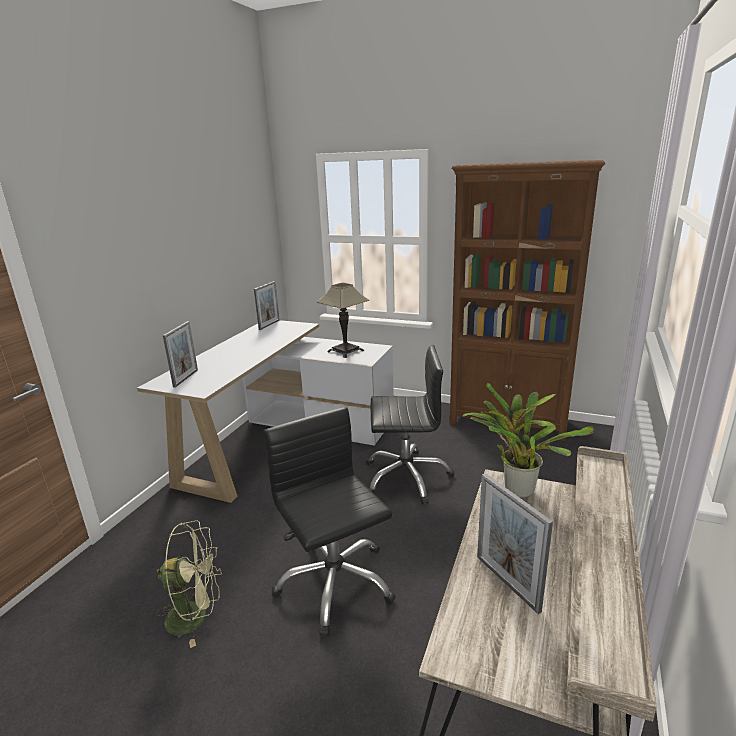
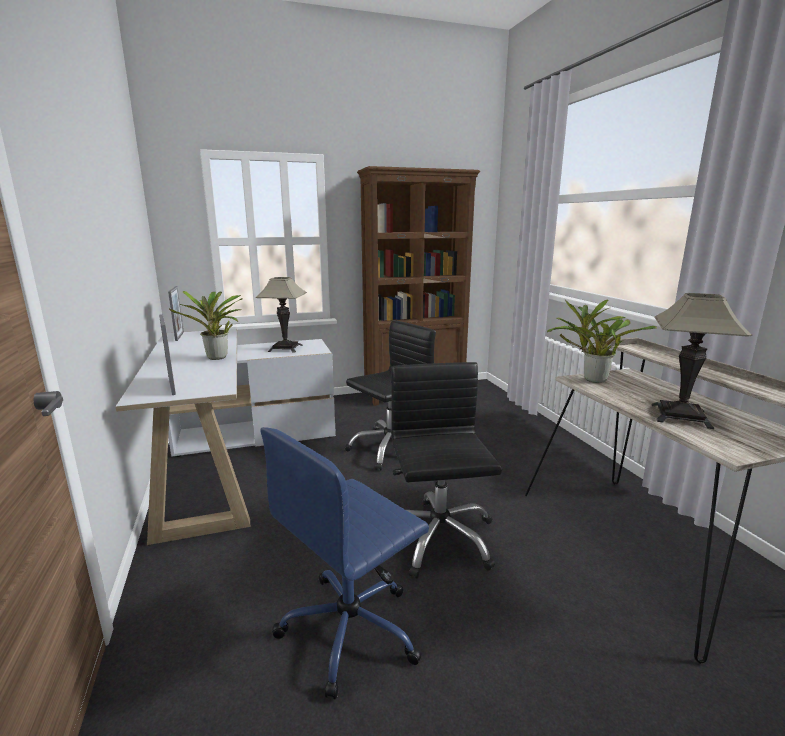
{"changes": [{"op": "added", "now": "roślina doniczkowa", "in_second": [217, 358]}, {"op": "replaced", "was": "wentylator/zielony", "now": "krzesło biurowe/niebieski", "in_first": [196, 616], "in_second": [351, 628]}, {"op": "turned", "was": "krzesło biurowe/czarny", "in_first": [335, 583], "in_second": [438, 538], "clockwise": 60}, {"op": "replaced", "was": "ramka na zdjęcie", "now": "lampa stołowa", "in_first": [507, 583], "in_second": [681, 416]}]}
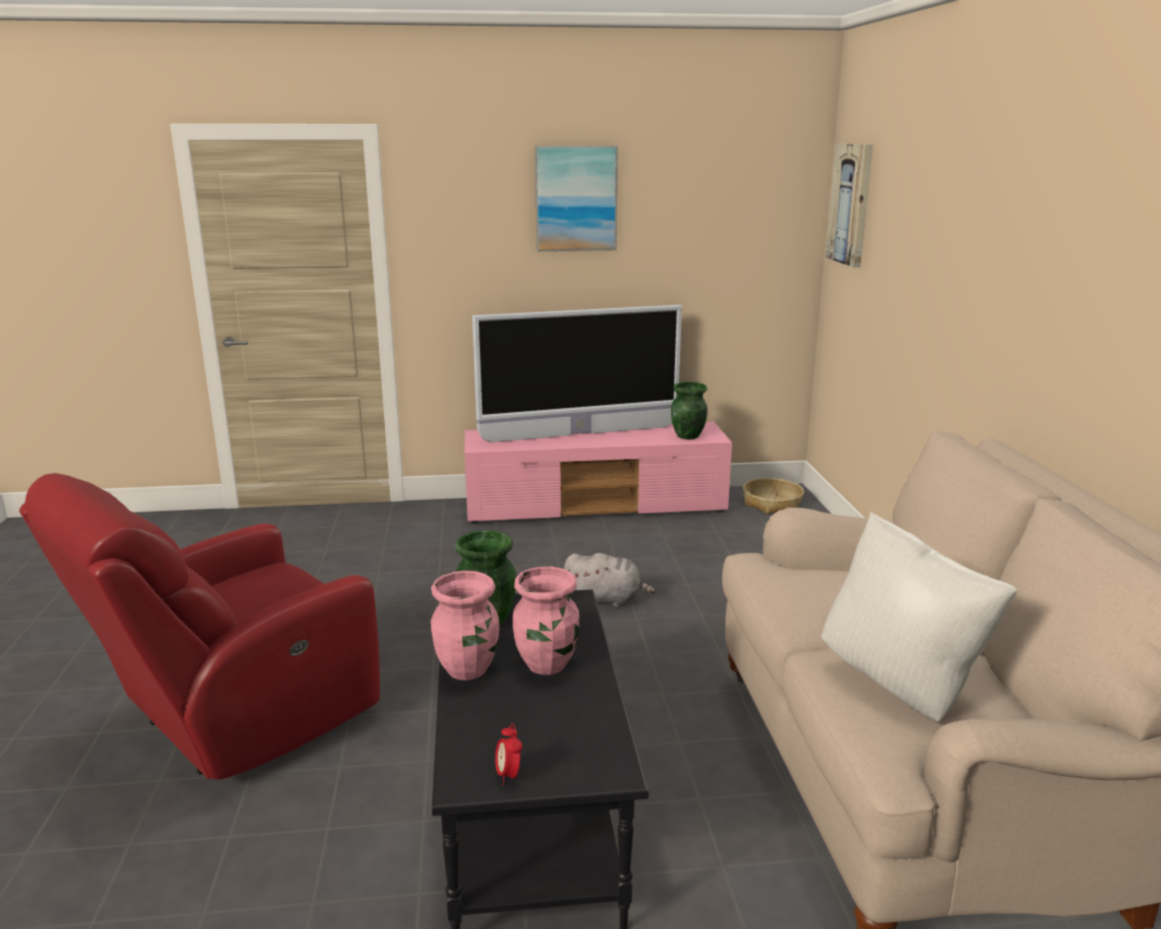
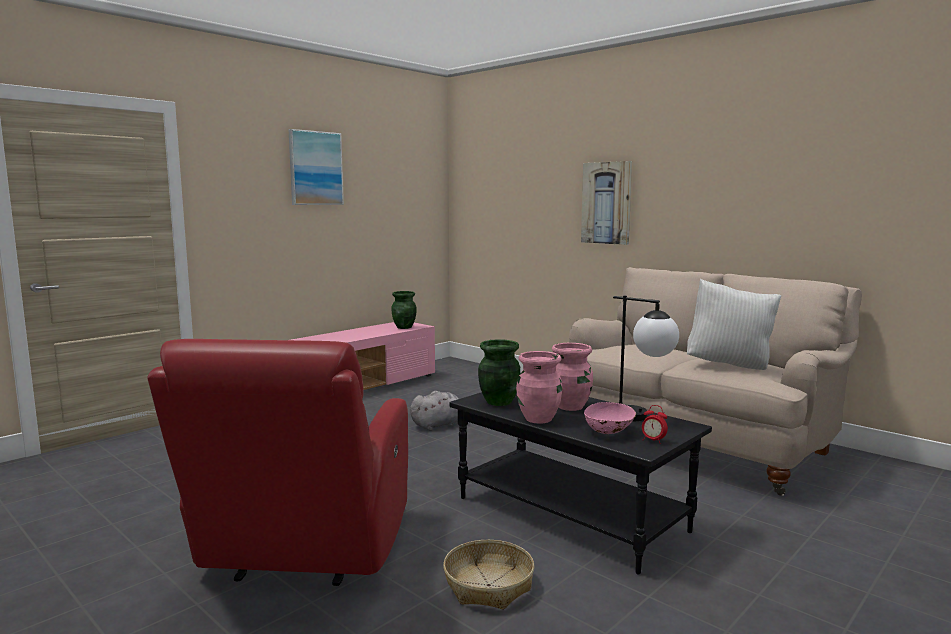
{"changes": [{"op": "moved", "was": "koszyk", "in_first": [772, 504], "in_second": [489, 585]}, {"op": "moved", "was": "obraz", "in_first": [851, 204], "in_second": [606, 203]}, {"op": "added", "now": "miska/różowy", "in_second": [609, 432]}, {"op": "added", "now": "lampa stołowa", "in_second": [642, 419]}, {"op": "removed", "was": "telewizor", "in_first": [580, 434]}]}
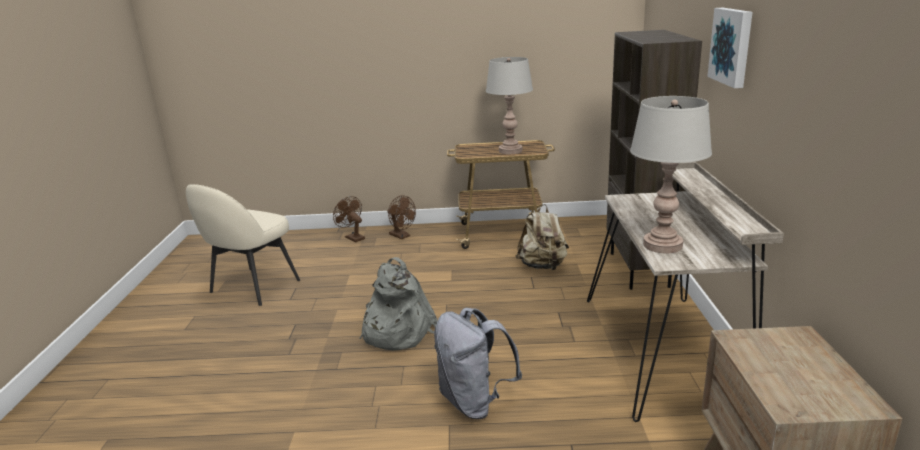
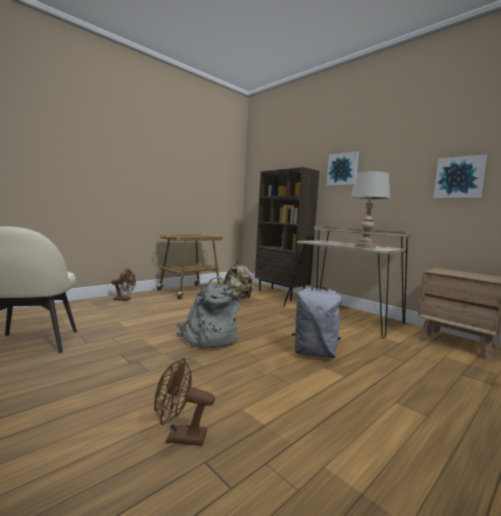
{"changes": [{"op": "moved", "was": "wentylator/brązowy", "in_first": [352, 237], "in_second": [180, 437]}, {"op": "added", "now": "obraz", "in_second": [459, 177]}, {"op": "removed", "was": "lampa stołowa/szary", "in_first": [510, 151]}]}
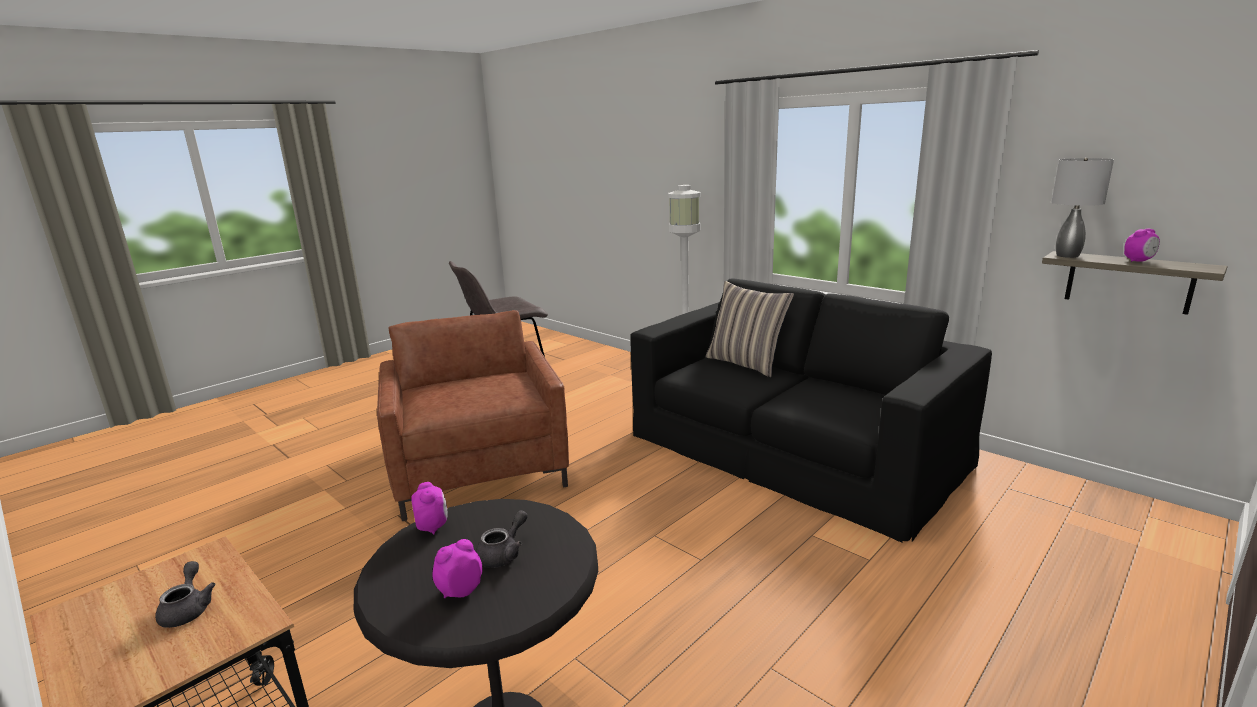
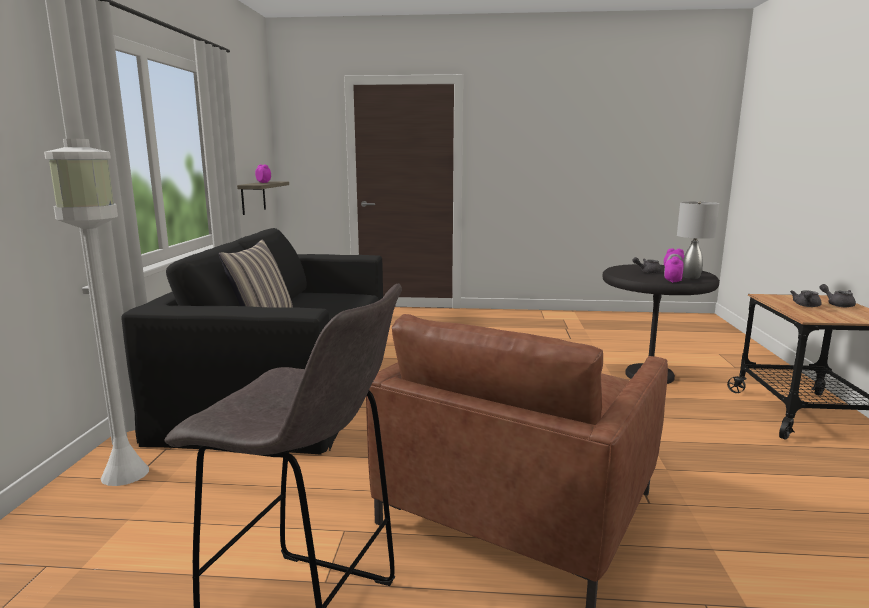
{"changes": [{"op": "moved", "was": "lampa stołowa/szary", "in_first": [1067, 255], "in_second": [691, 277]}, {"op": "added", "now": "imbryk/szary", "in_second": [837, 304]}]}
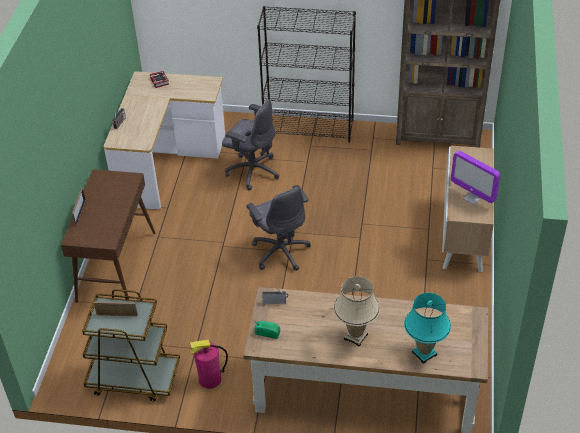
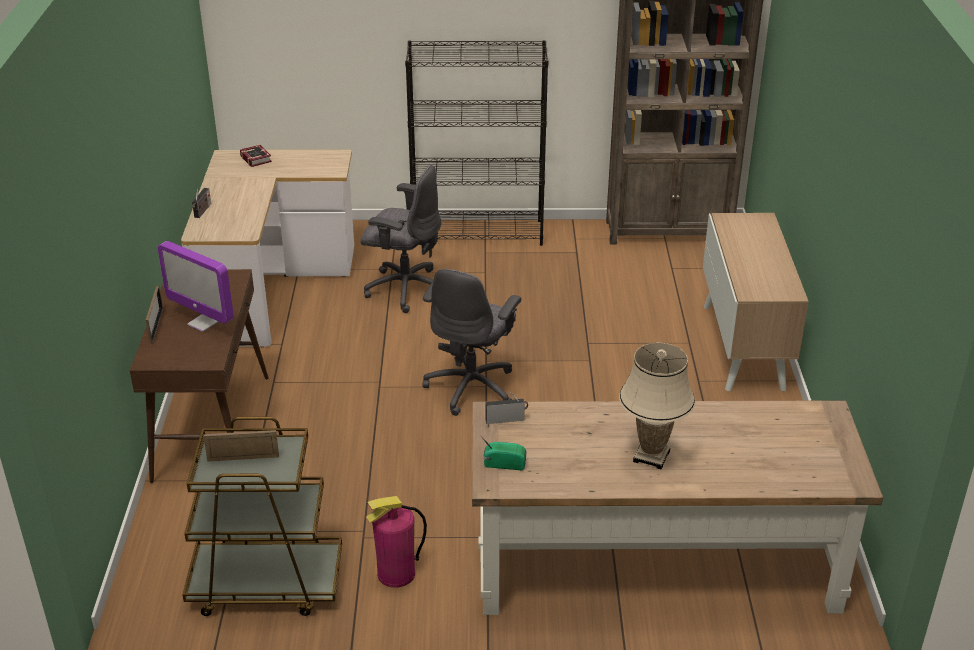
{"changes": [{"op": "moved", "was": "monitor", "in_first": [472, 198], "in_second": [203, 322]}, {"op": "turned", "was": "krzesło biurowe/szary", "in_first": [280, 251], "in_second": [472, 387], "clockwise": 60}, {"op": "removed", "was": "lampa stołowa/turkusowy", "in_first": [424, 353]}]}
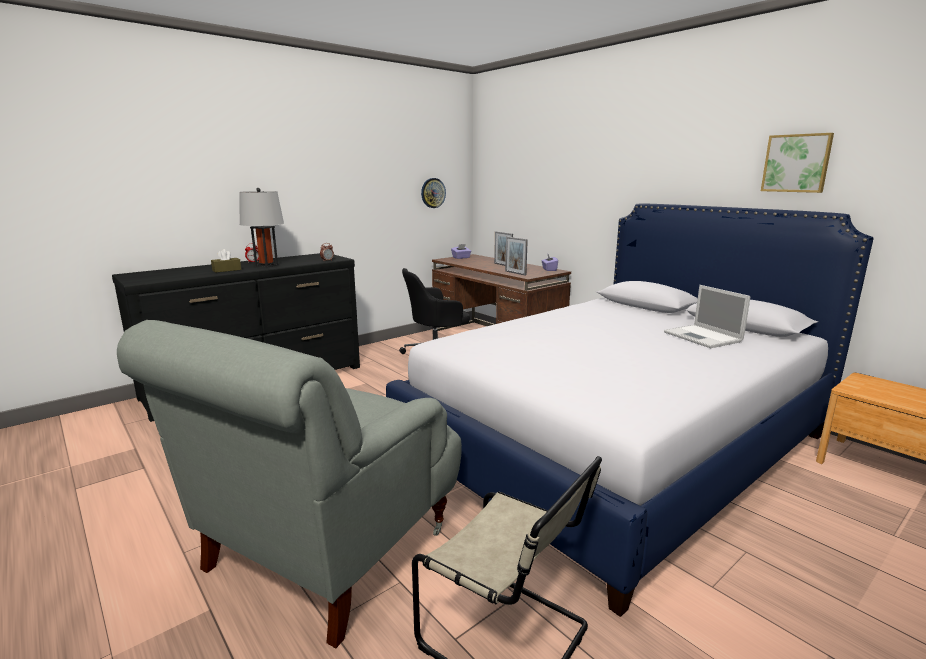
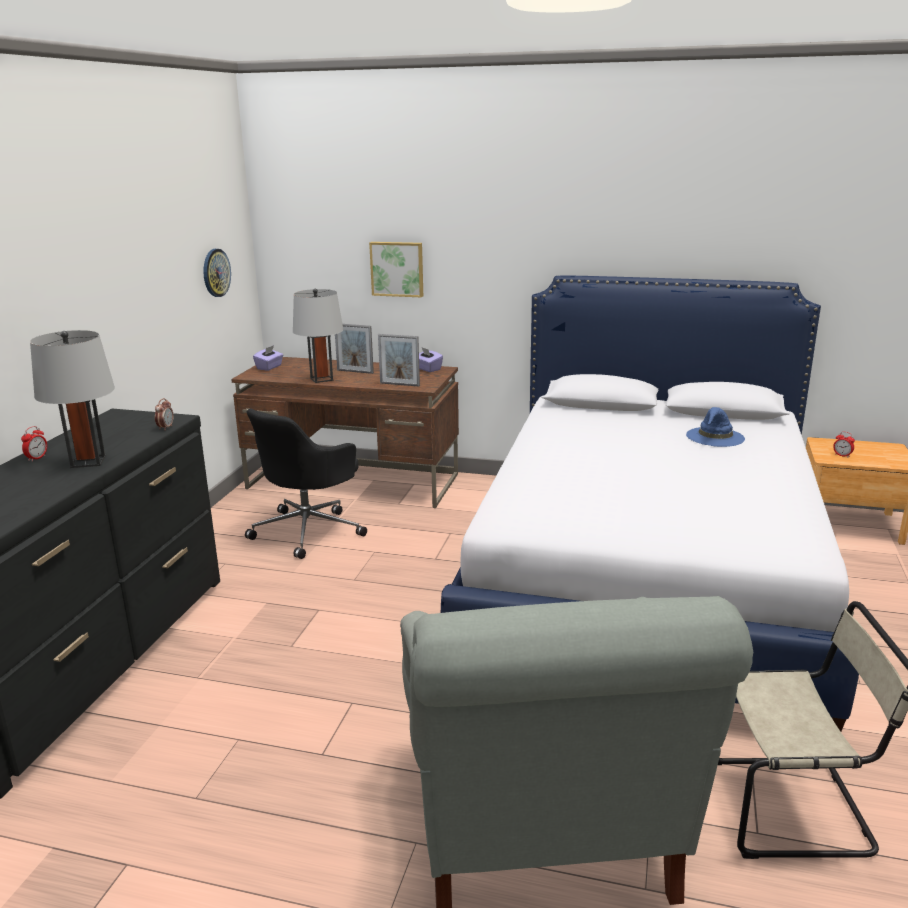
{"changes": [{"op": "added", "now": "lampa stołowa/szary", "in_second": [321, 379]}, {"op": "moved", "was": "obraz", "in_first": [796, 163], "in_second": [397, 269]}, {"op": "replaced", "was": "laptop", "now": "kapelusz/niebieski", "in_first": [703, 337], "in_second": [715, 437]}, {"op": "added", "now": "budzik", "in_second": [842, 455]}, {"op": "removed", "was": "pudełko chusteczek/brązowy", "in_first": [226, 270]}]}
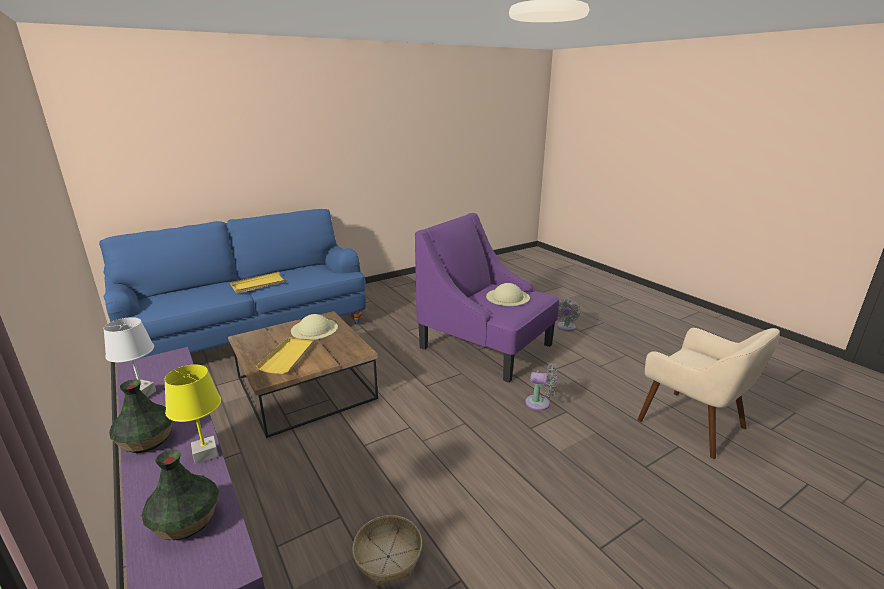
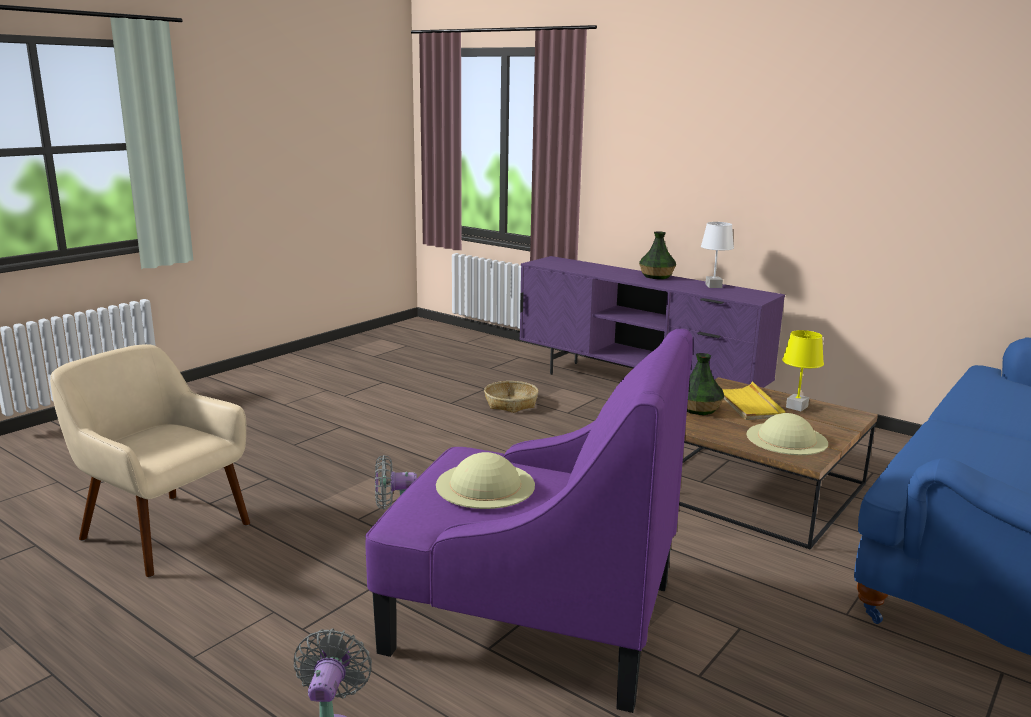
{"changes": [{"op": "moved", "was": "wazon", "in_first": [186, 520], "in_second": [698, 409]}, {"op": "moved", "was": "lampa stołowa/żółty", "in_first": [206, 454], "in_second": [797, 407]}, {"op": "removed", "was": "taca/żółty", "in_first": [258, 284]}]}
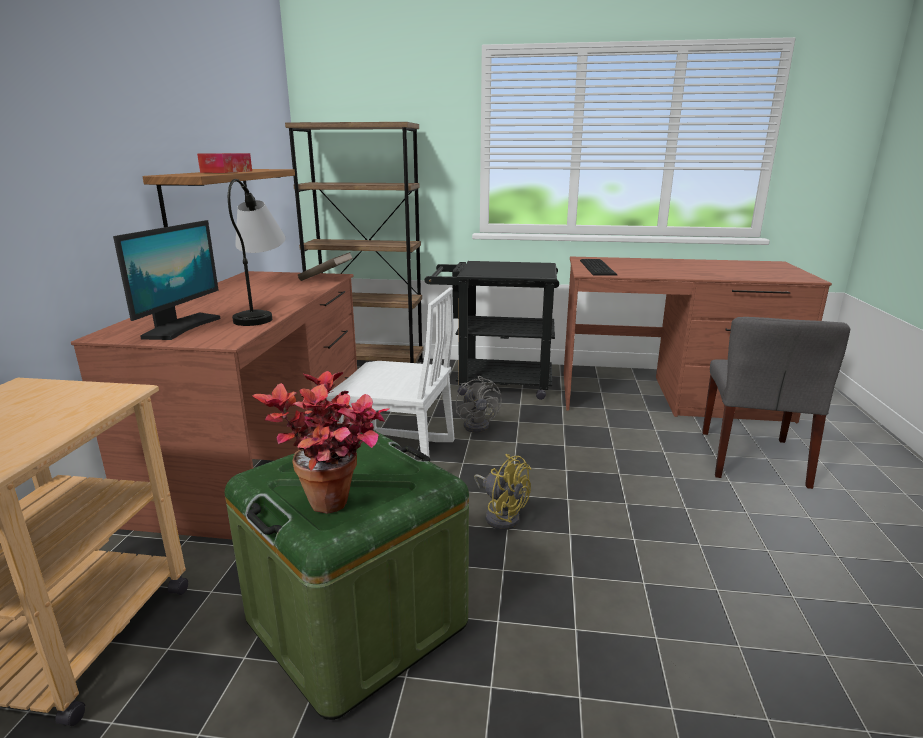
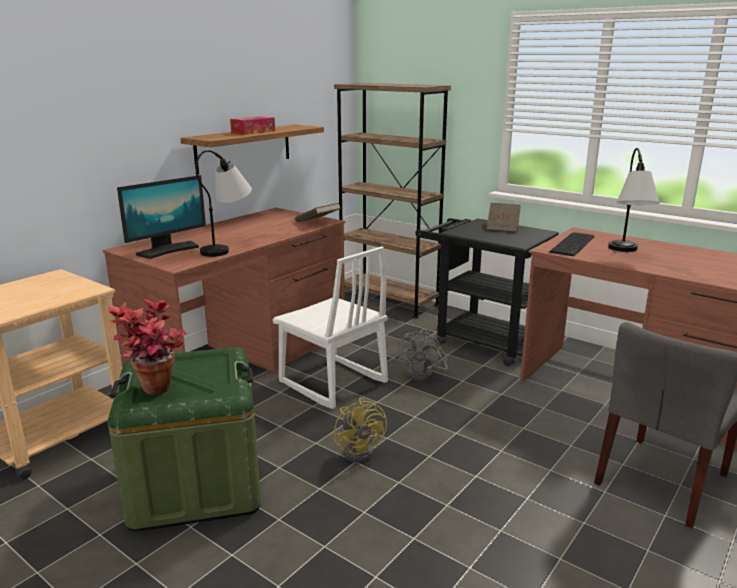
{"changes": [{"op": "added", "now": "książka/brązowy", "in_second": [503, 227]}, {"op": "added", "now": "lampa stołowa", "in_second": [626, 253]}]}
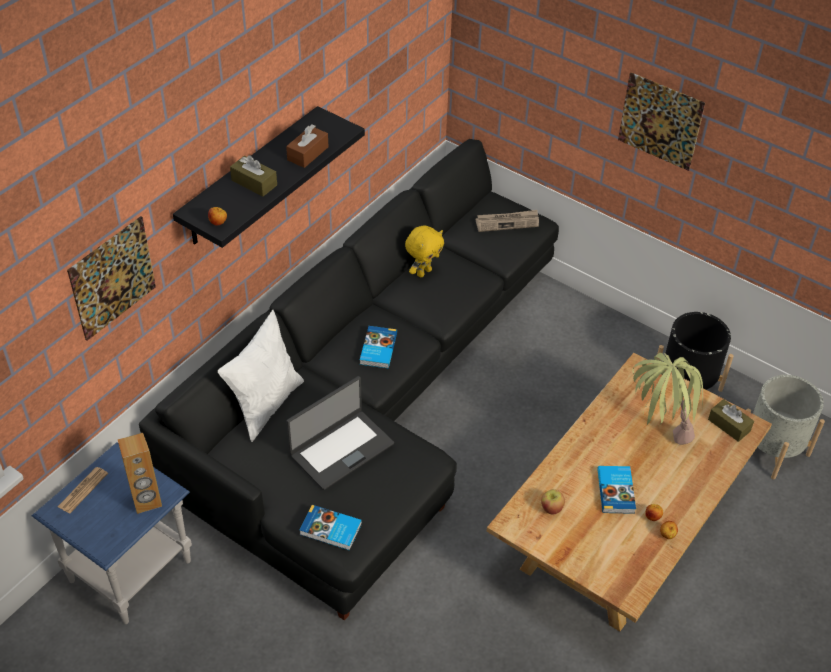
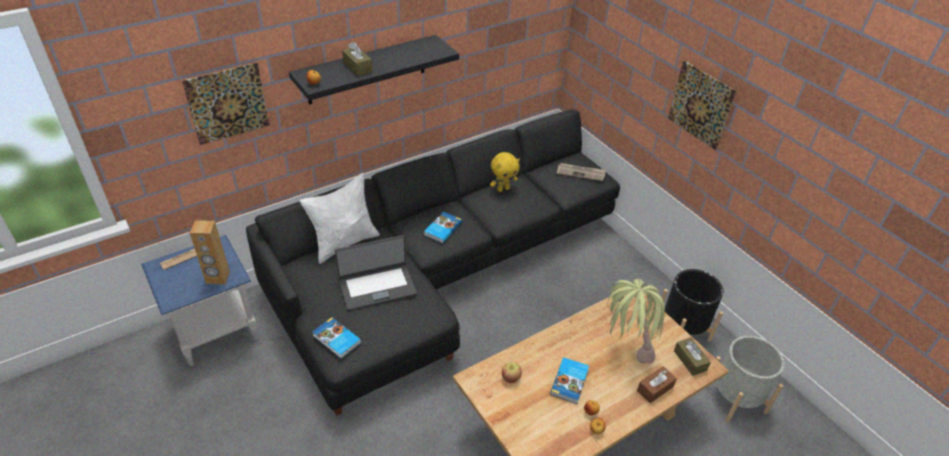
{"changes": [{"op": "moved", "was": "pudełko chusteczek/brązowy", "in_first": [308, 153], "in_second": [655, 388]}]}
